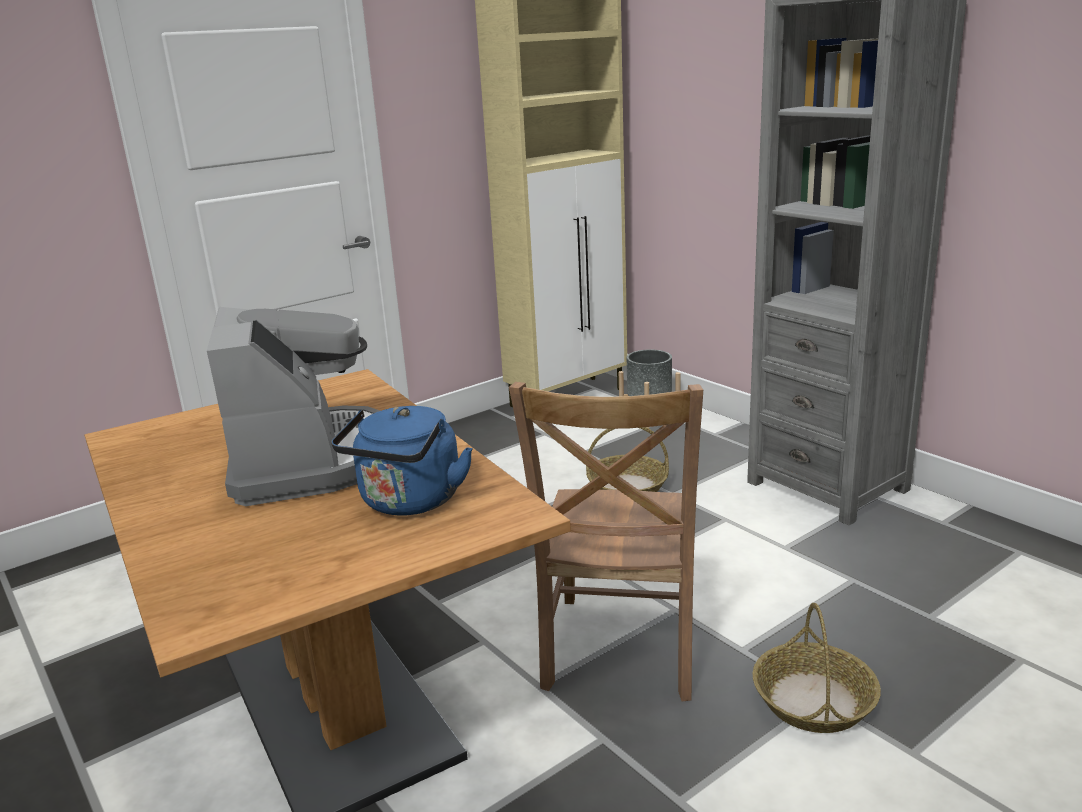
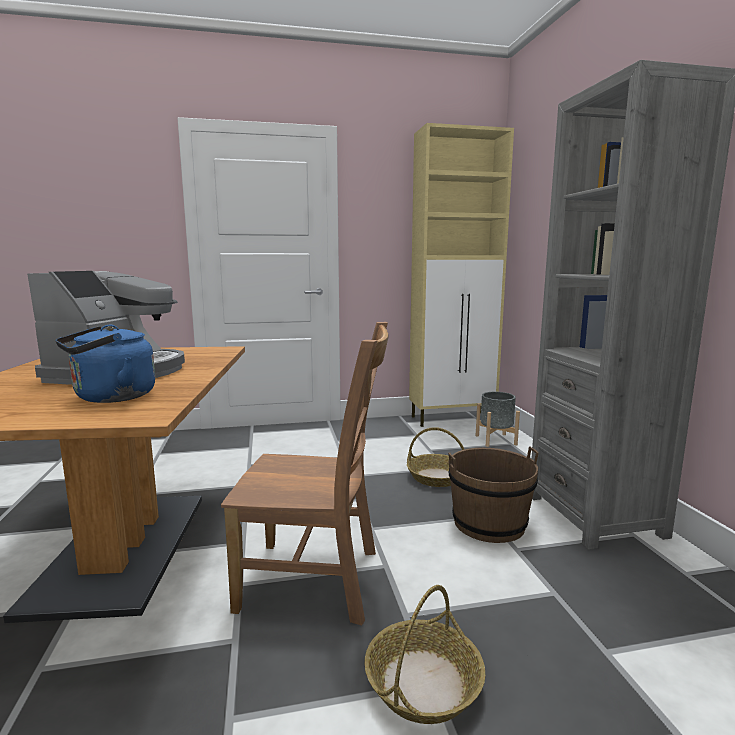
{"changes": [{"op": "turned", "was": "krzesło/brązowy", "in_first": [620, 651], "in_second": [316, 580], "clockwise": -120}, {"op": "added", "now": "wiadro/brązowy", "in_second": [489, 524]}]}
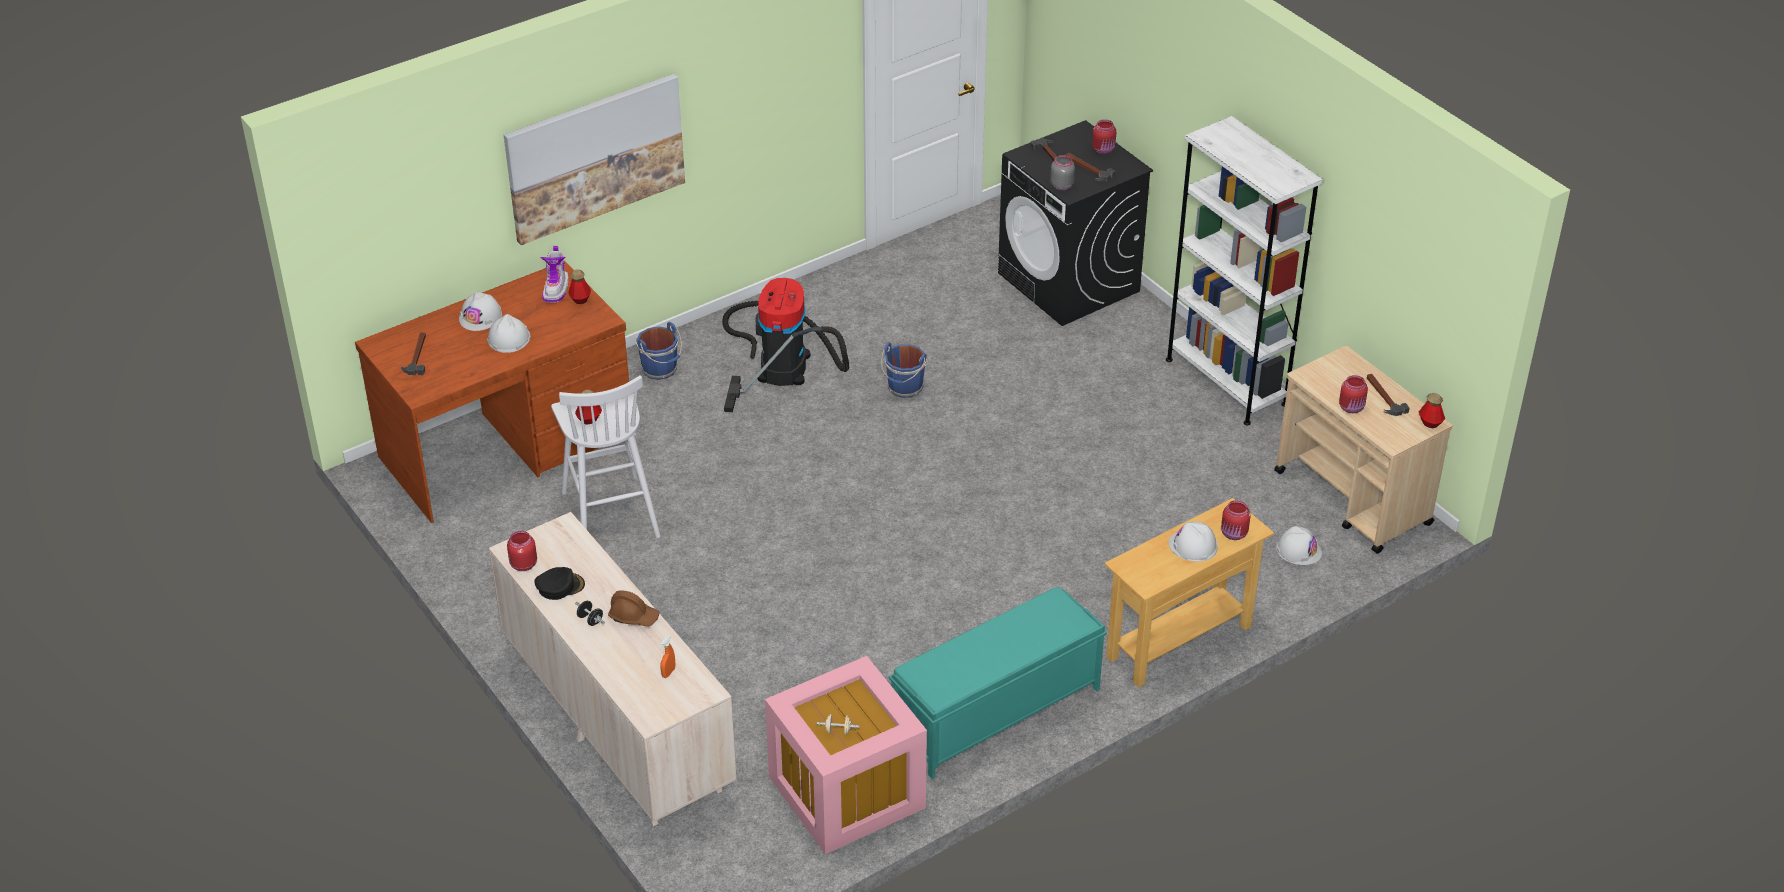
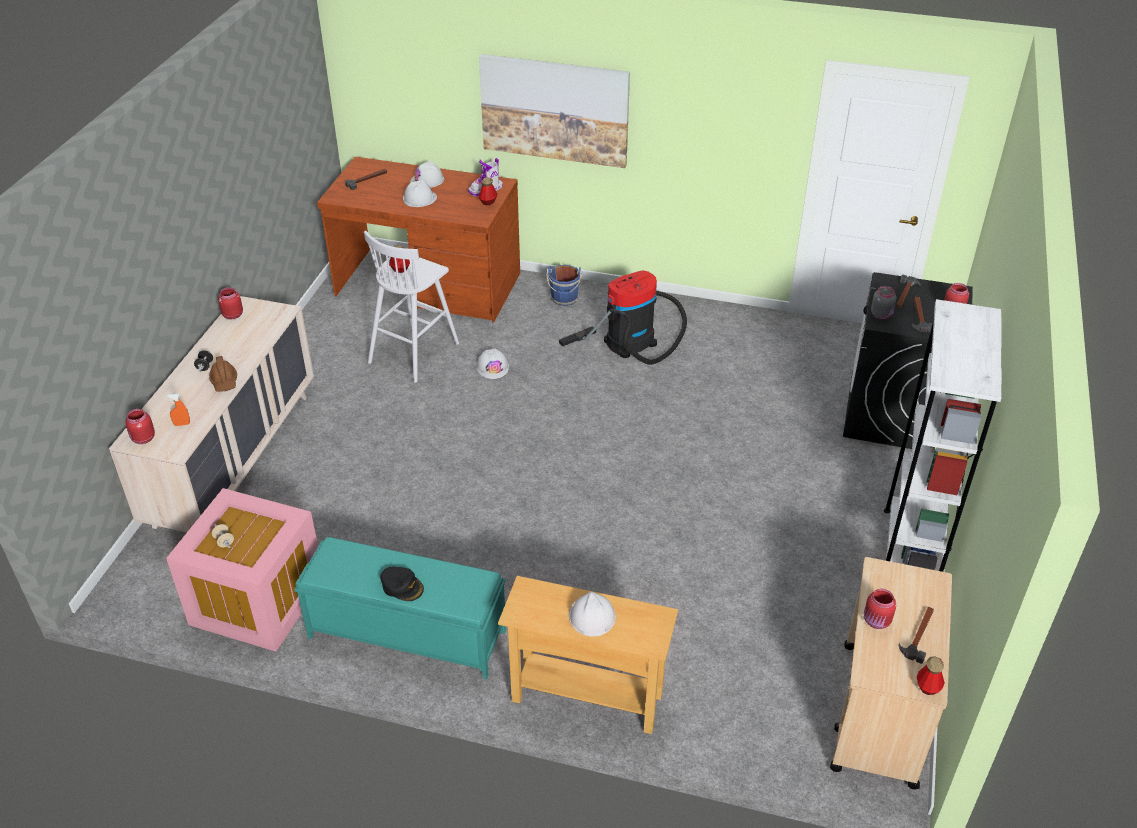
{"changes": [{"op": "moved", "was": "słoik/czerwony", "in_first": [1234, 534], "in_second": [143, 439]}, {"op": "moved", "was": "czapka z daszkiem/czarny", "in_first": [560, 586], "in_second": [402, 586]}, {"op": "moved", "was": "kask/biały", "in_first": [1298, 550], "in_second": [493, 367]}, {"op": "removed", "was": "wiadro/niebieski", "in_first": [904, 388]}]}
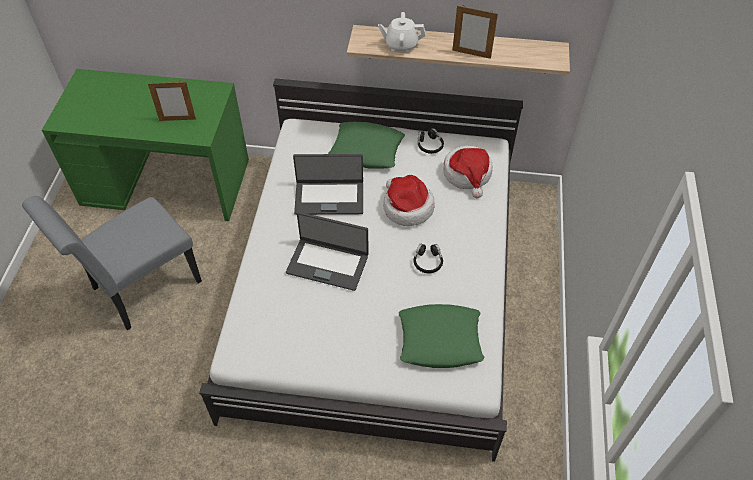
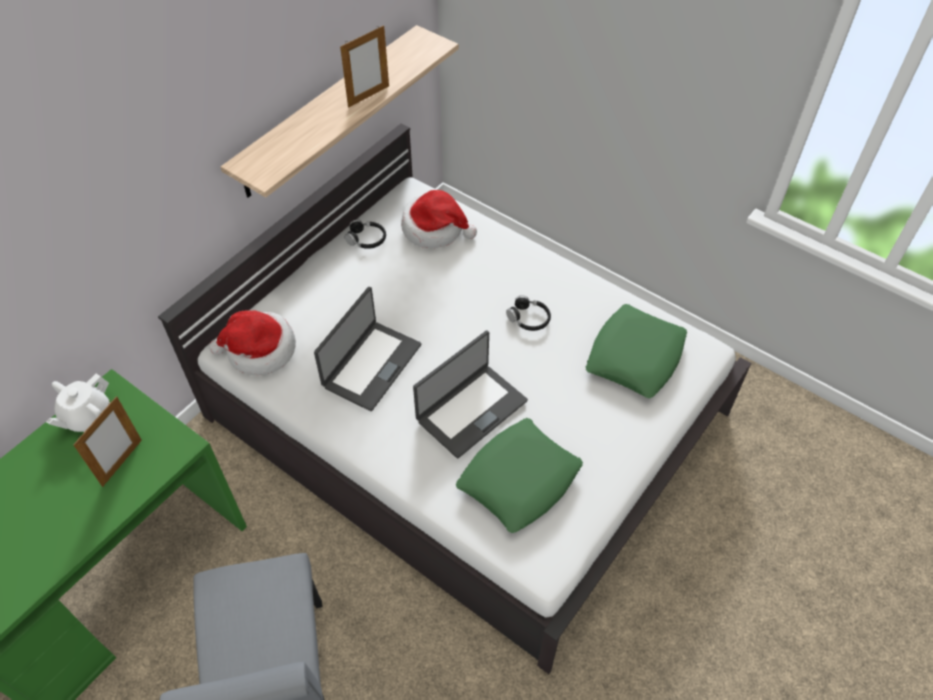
{"changes": [{"op": "moved", "was": "imbryk/biały", "in_first": [401, 45], "in_second": [87, 416]}, {"op": "moved", "was": "kapelusz", "in_first": [407, 207], "in_second": [259, 350]}, {"op": "moved", "was": "poduszka/zielony", "in_first": [367, 150], "in_second": [519, 479]}]}
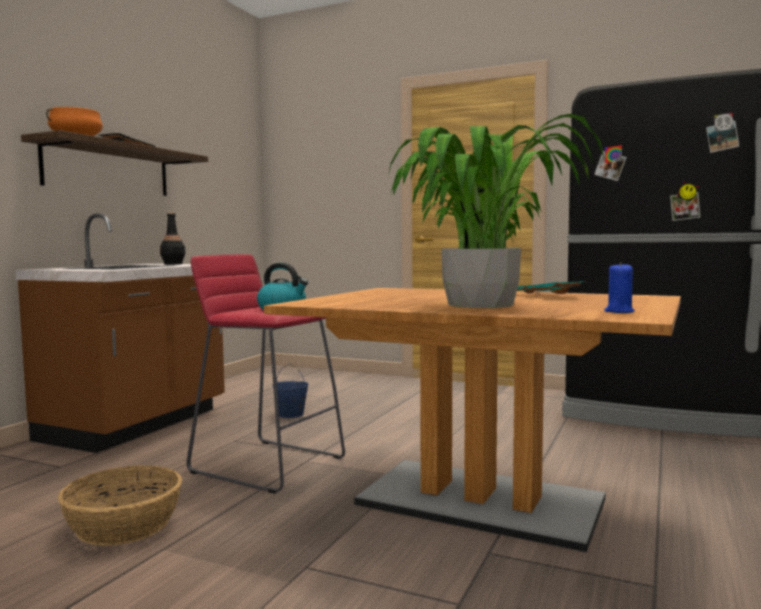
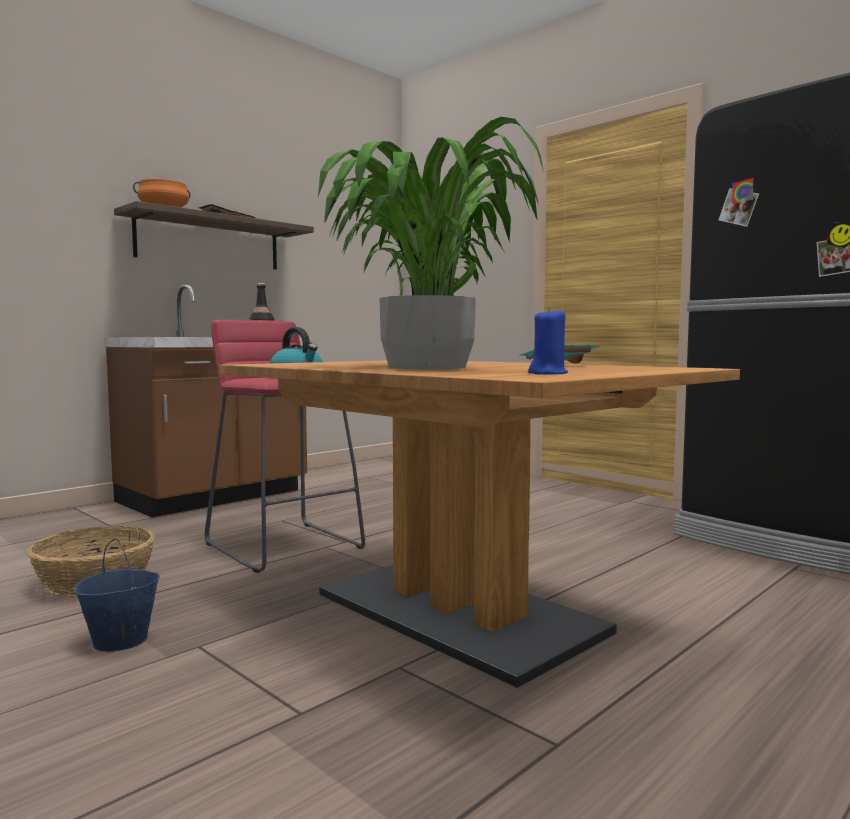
{"changes": [{"op": "moved", "was": "wiadro/niebieski", "in_first": [291, 415], "in_second": [120, 641]}]}
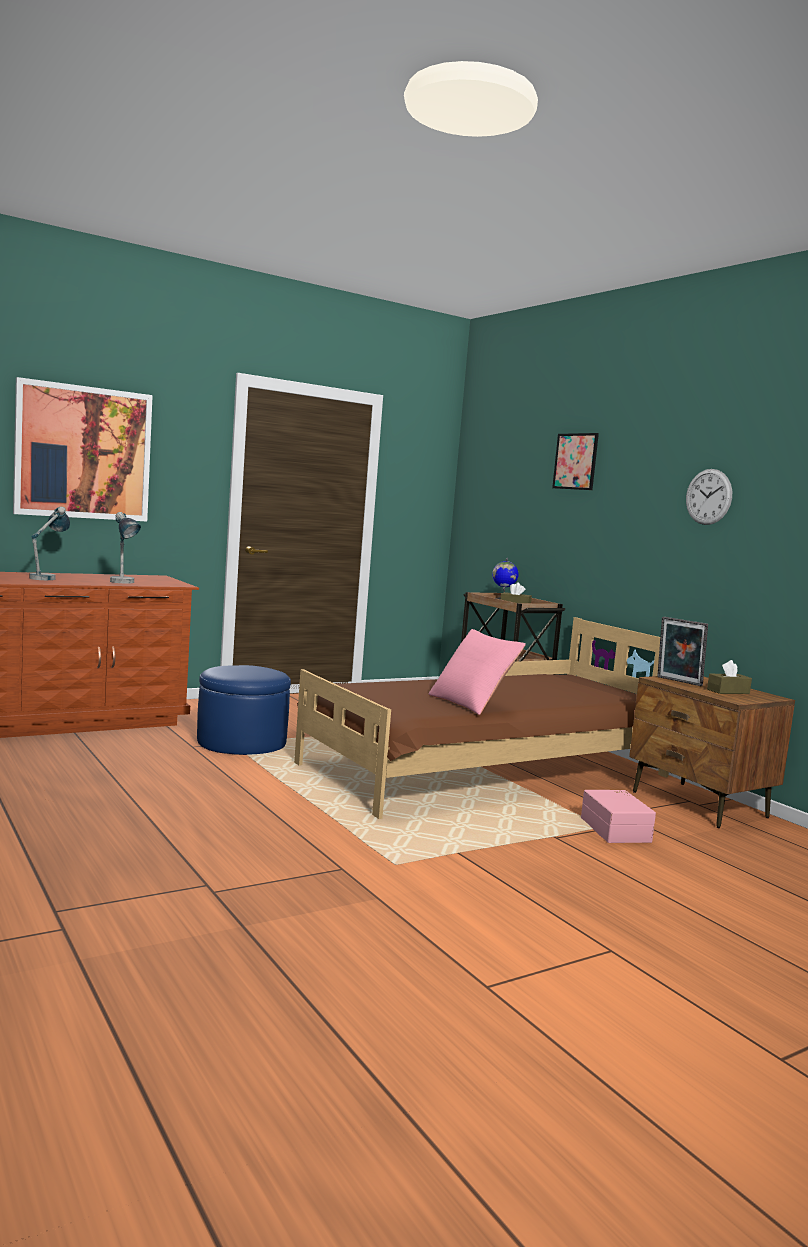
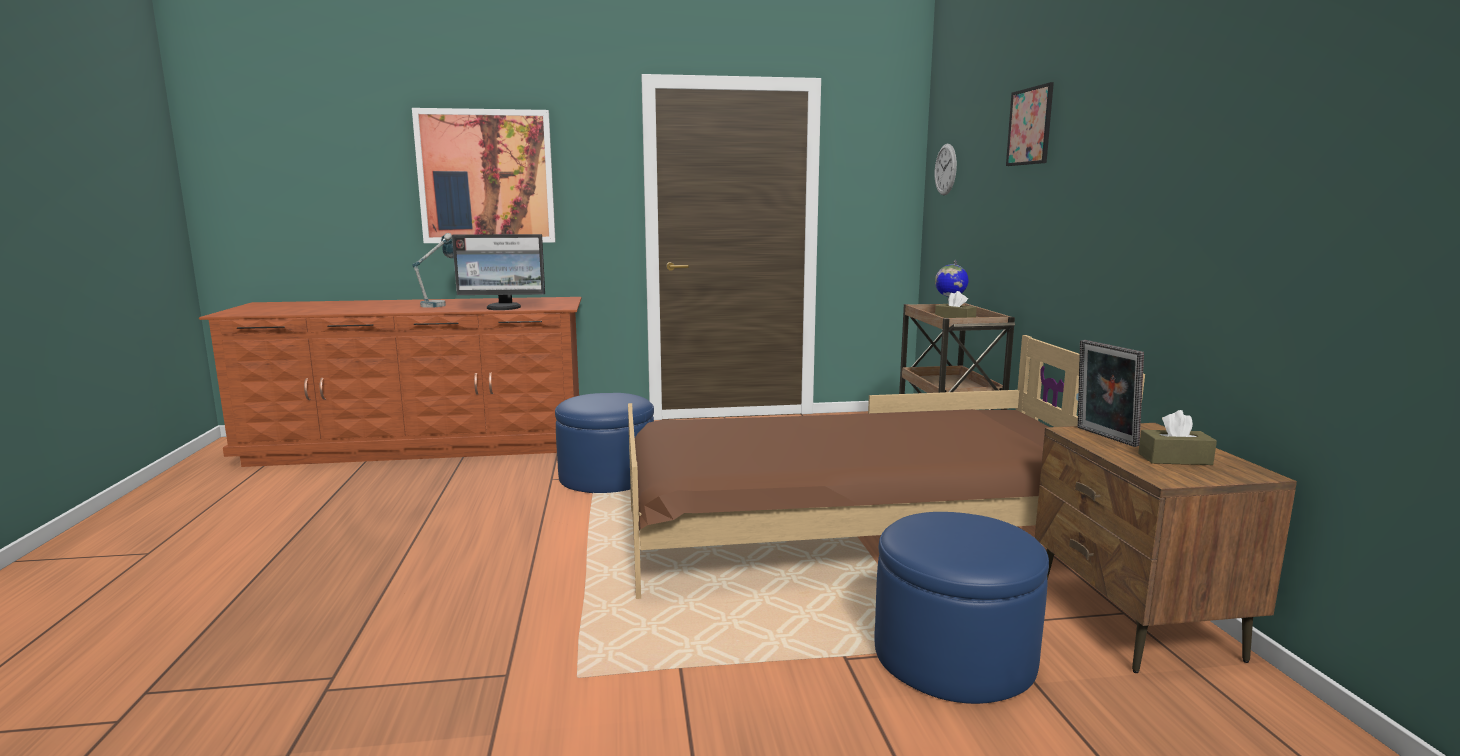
{"changes": [{"op": "replaced", "was": "lampa stołowa", "now": "monitor", "in_first": [124, 583], "in_second": [504, 307]}, {"op": "replaced", "was": "pojemnik do przechowywania/różowy", "now": "pufa/niebieski", "in_first": [617, 830], "in_second": [953, 655]}, {"op": "moved", "was": "zegar ścienny", "in_first": [708, 497], "in_second": [945, 169]}, {"op": "removed", "was": "poduszka/różowy", "in_first": [472, 703]}]}
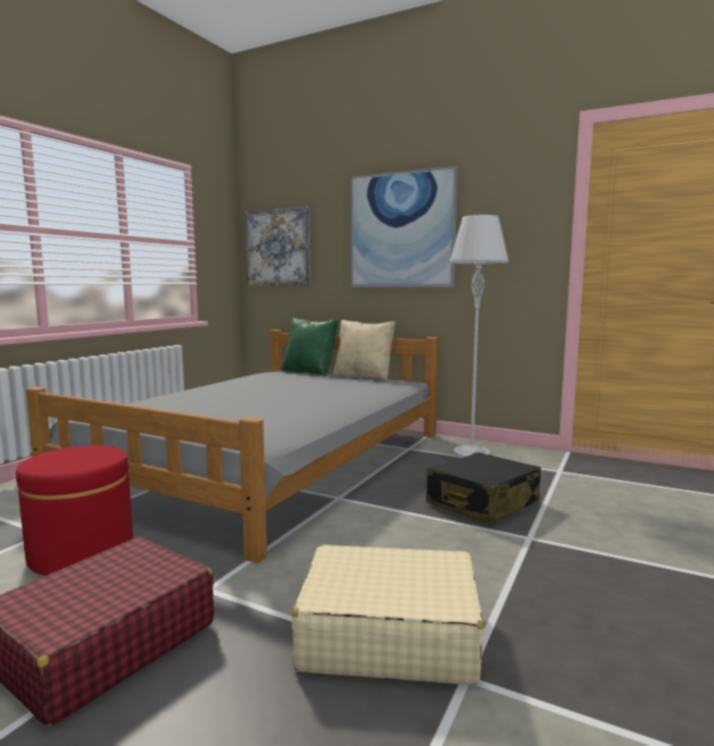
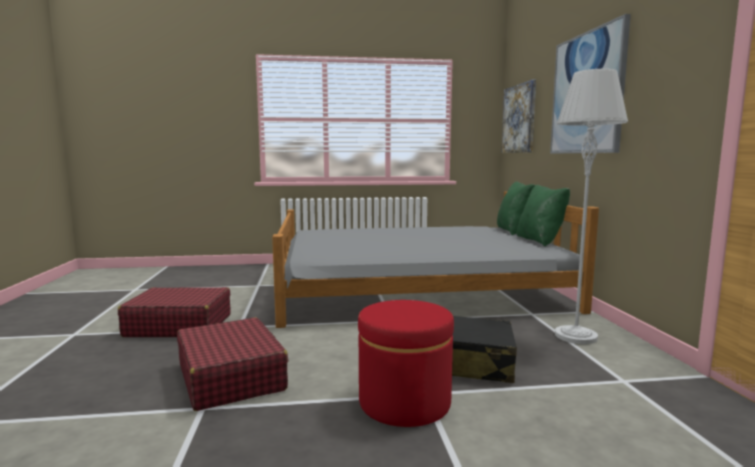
{"changes": [{"op": "recoloured", "was": "walizka/beżowy", "now": "walizka/czerwony", "in_first": [388, 634], "in_second": [231, 377]}, {"op": "moved", "was": "pufa/czerwony", "in_first": [82, 552], "in_second": [404, 402]}, {"op": "recoloured", "was": "poduszka/beżowy", "now": "poduszka/zielony", "in_first": [363, 377], "in_second": [540, 241]}]}
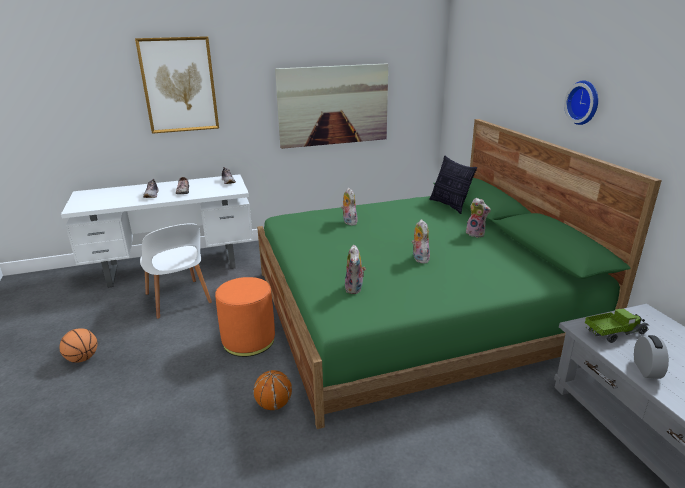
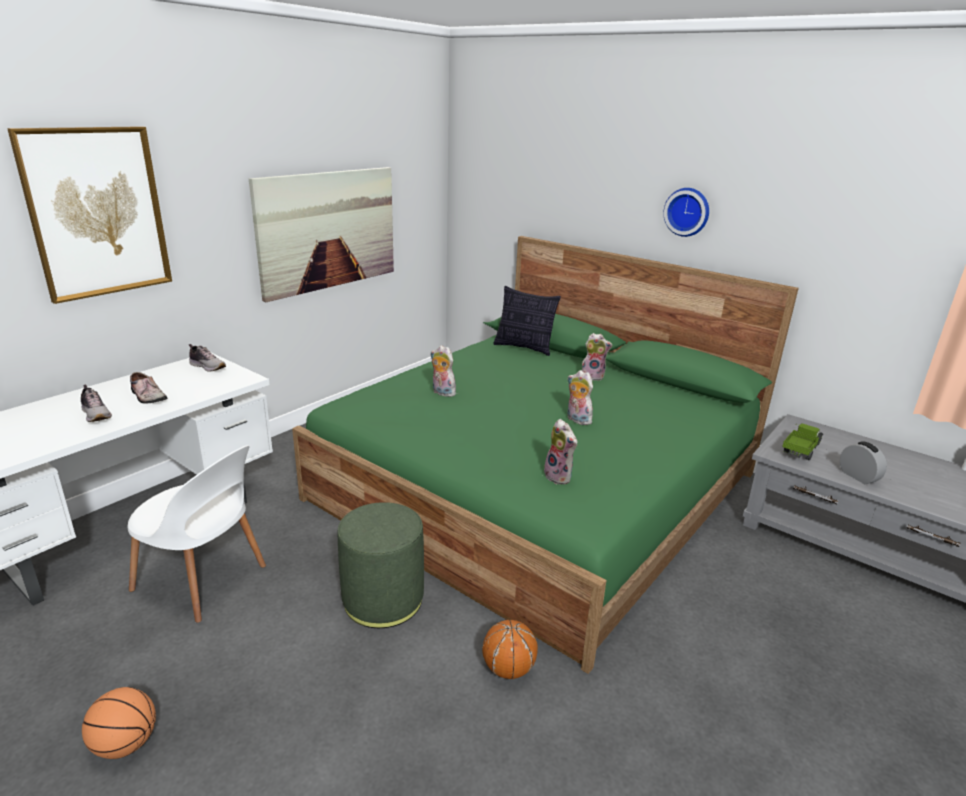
{"changes": [{"op": "recoloured", "was": "pufa/pomarańczowy", "now": "pufa/zielony", "in_first": [249, 340], "in_second": [383, 599]}]}
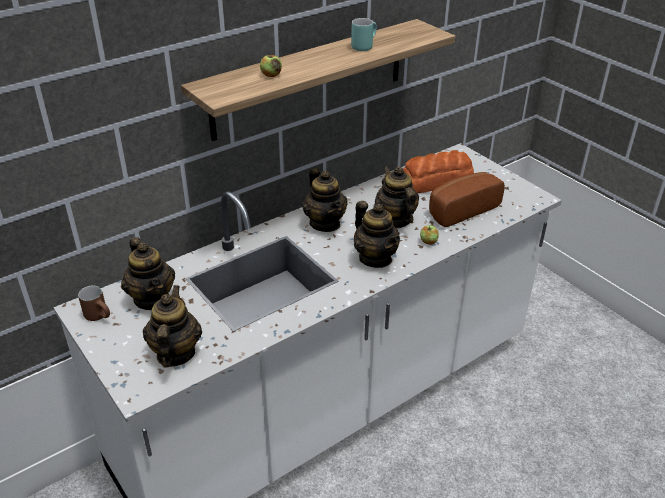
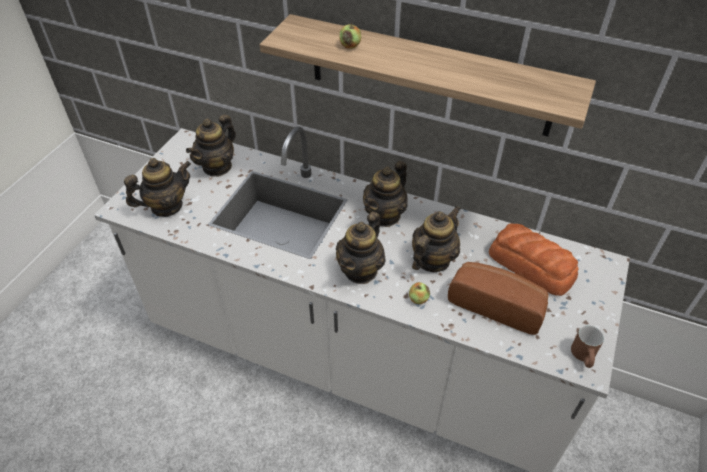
{"changes": [{"op": "moved", "was": "kubek/brązowy", "in_first": [100, 316], "in_second": [585, 357]}, {"op": "removed", "was": "kubek/turkusowy", "in_first": [363, 46]}]}
